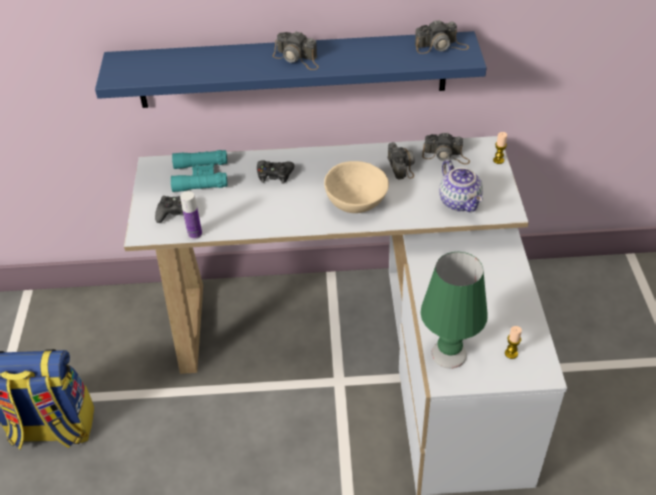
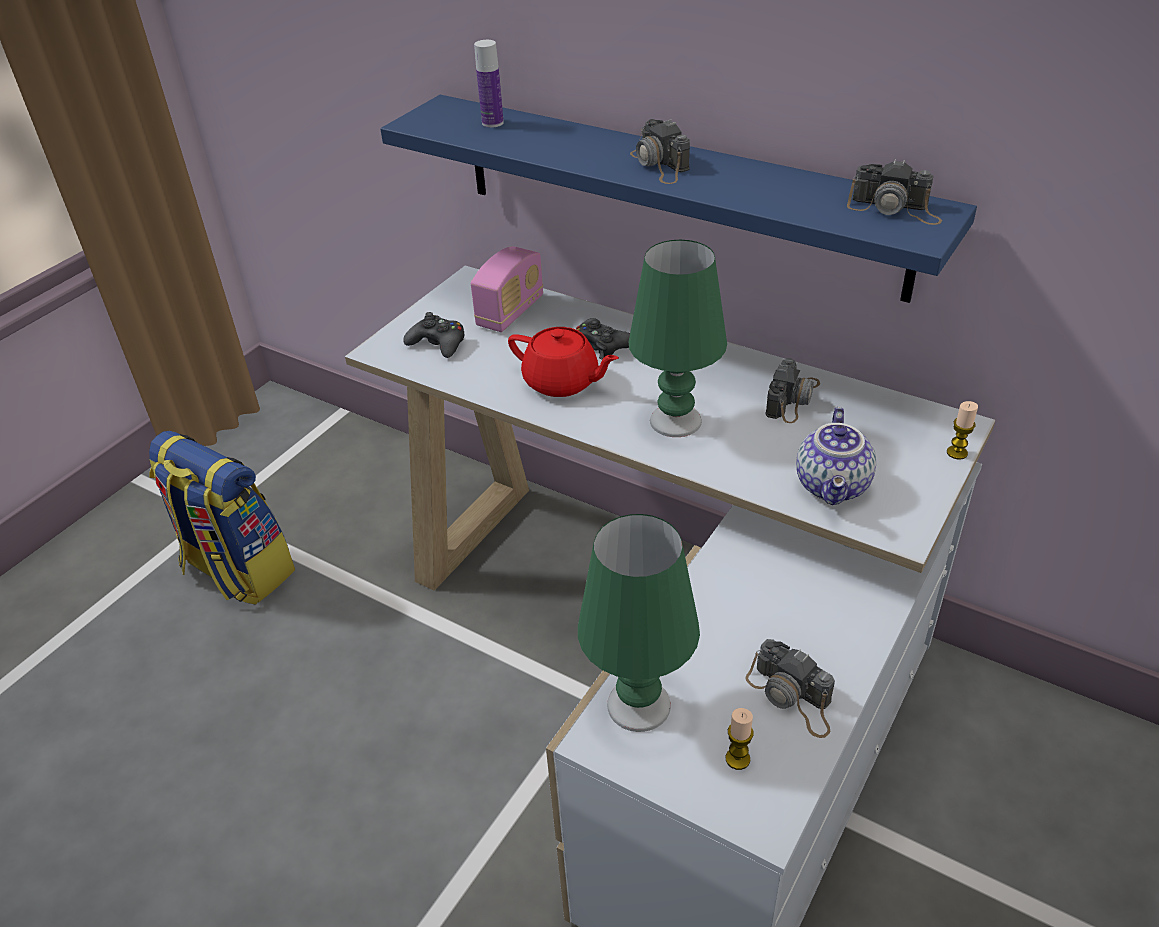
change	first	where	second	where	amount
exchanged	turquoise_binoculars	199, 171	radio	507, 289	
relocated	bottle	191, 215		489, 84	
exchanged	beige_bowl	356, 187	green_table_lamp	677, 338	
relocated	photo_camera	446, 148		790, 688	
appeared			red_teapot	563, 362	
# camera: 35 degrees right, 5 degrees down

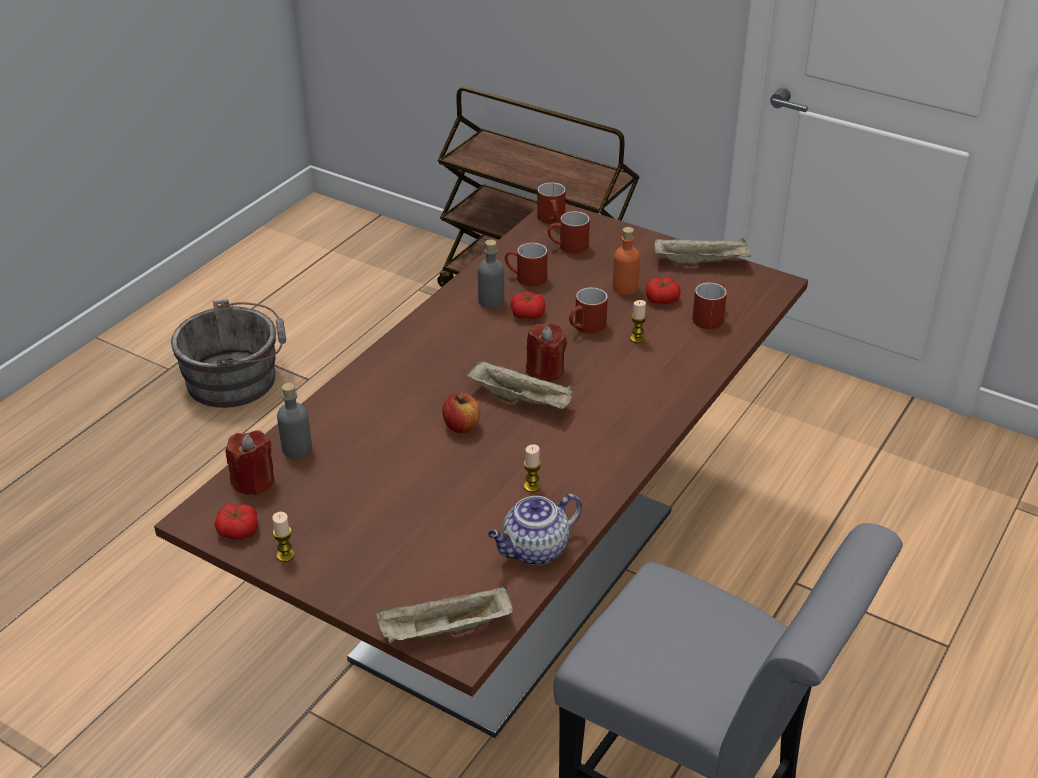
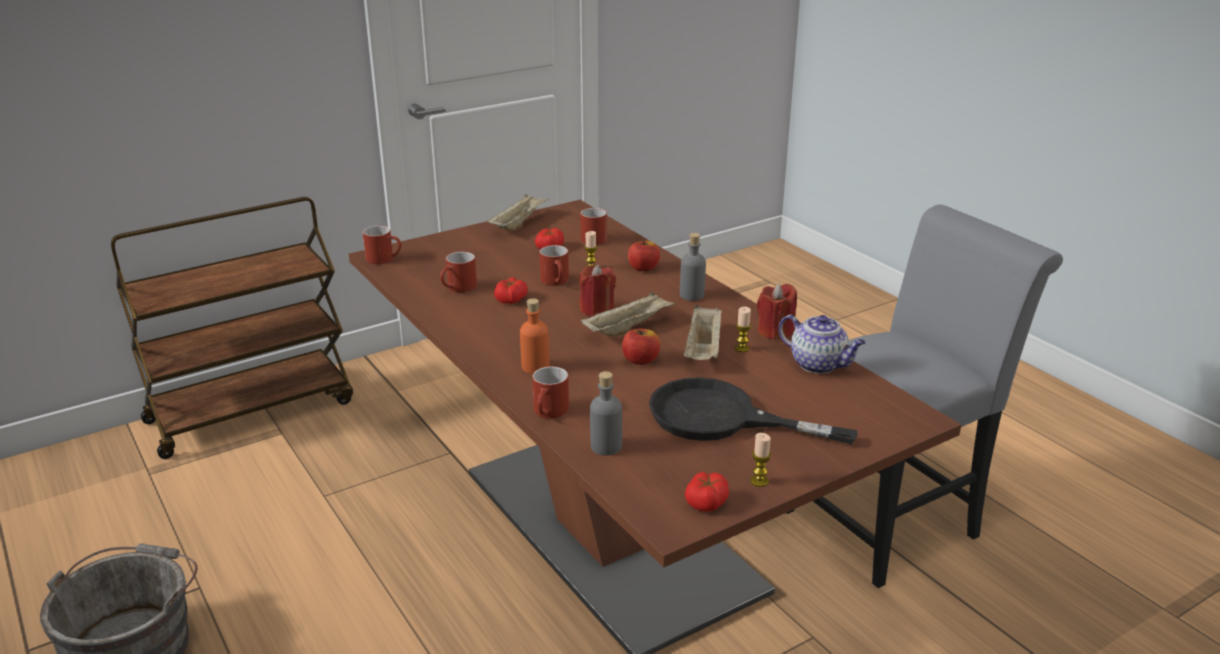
change	first	where	second	where	amount
relocated	red_candle	249, 462		777, 312	
relocated	beige_tray	444, 614		703, 332	
relocated	grey_bottle	491, 273		693, 267	
spun	teapot	535, 529		822, 344	45 degrees counterclockwise
relocated	red_mug	569, 232		550, 392	
relocated	orange_bottle	626, 261		534, 336	
appeared			apple	644, 256	
appeared			black_frying_pan	753, 411	
# camera: 65 degrees left, 10 degrees down

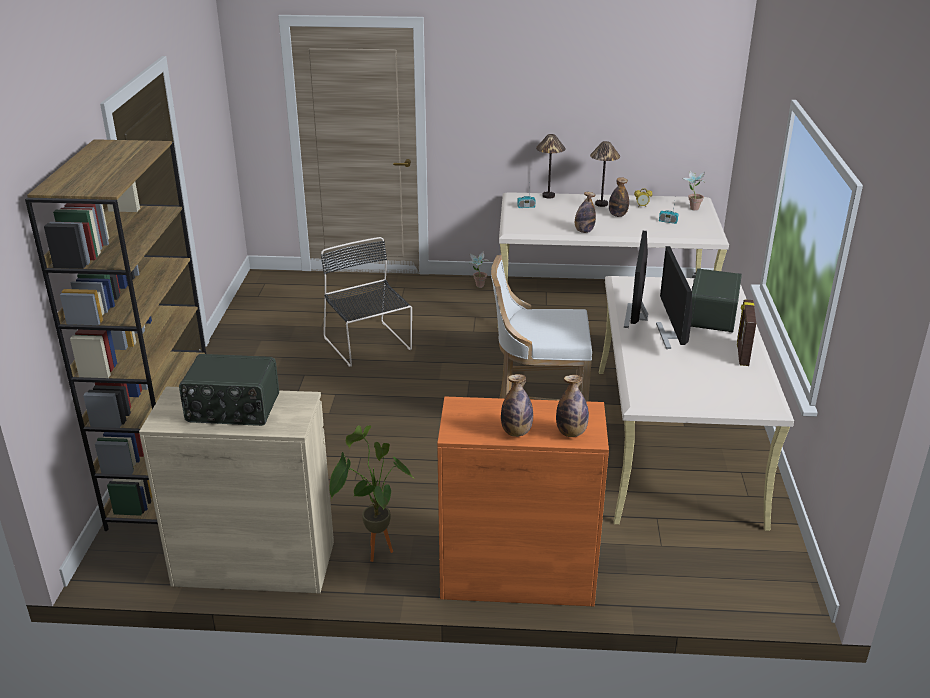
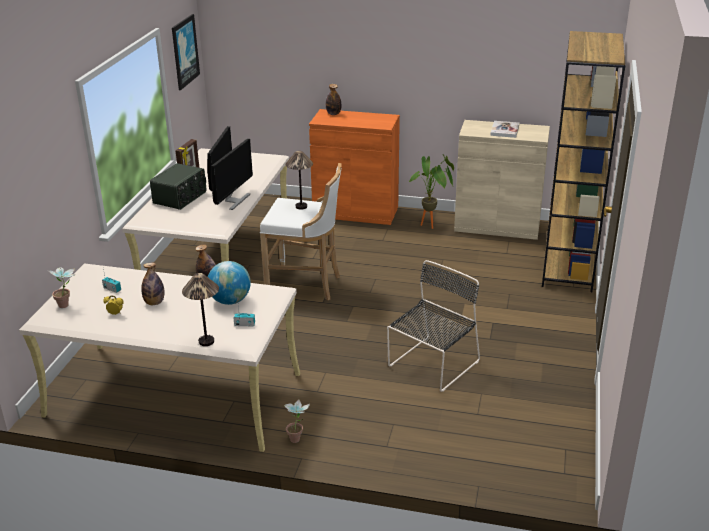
change	first	where	second	where	amount
exchanged	radio	229, 390	book	504, 129	
spun	black_chair	366, 302		433, 326	120 degrees counterclockwise
missing	bottle	517, 405			
relocated	table_lamp	605, 174		299, 180	
appeared			picture	186, 52	
appeared			globe	229, 283	
# camera: 170 degrees left, 0 degrees up

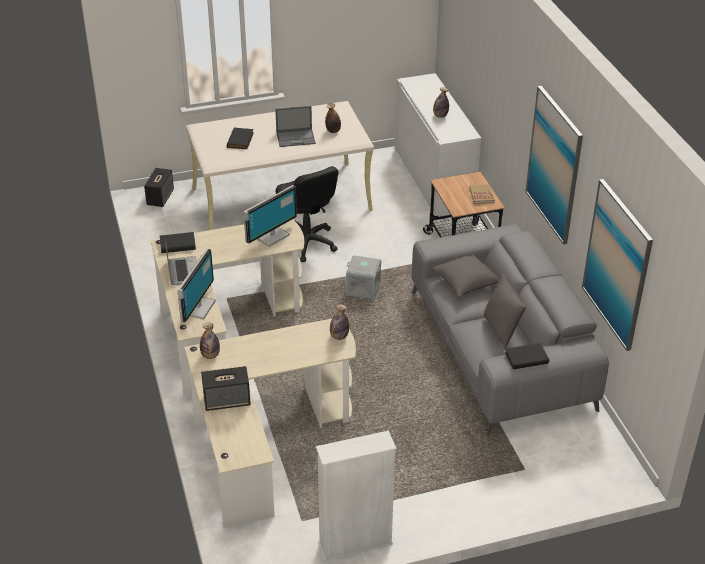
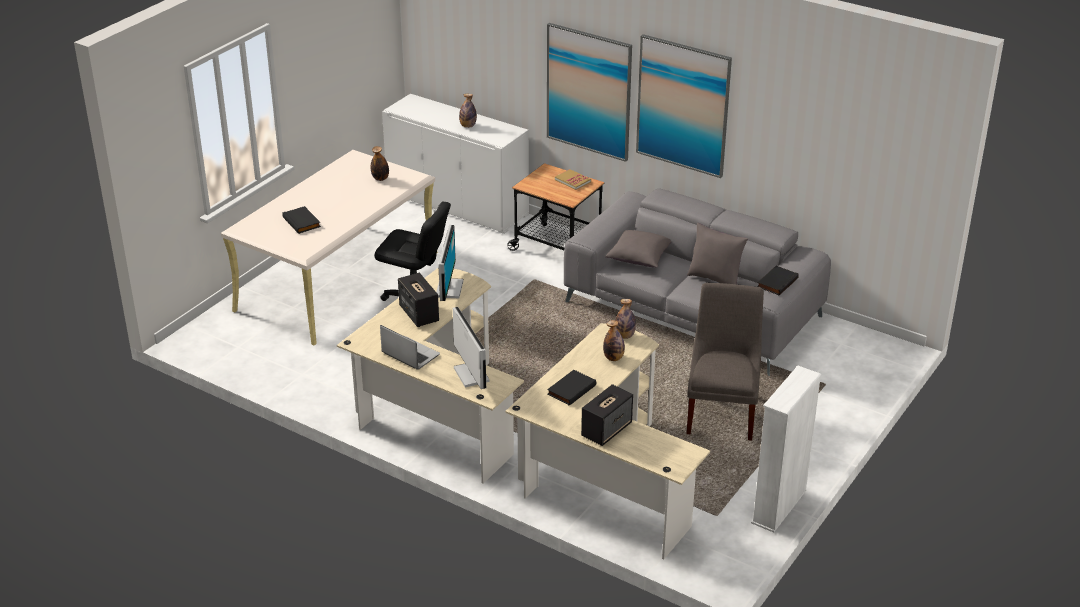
change	first	where	second	where	amount
relocated	speaker	159, 187		418, 300	
relocated	black_book	178, 242		571, 388	
relocated	bottle	210, 341		614, 340	
missing	laptop	295, 126			
missing	grey_storage_box	363, 277			
relocated	picture	617, 265		589, 92	
appeared			grey_chair	725, 362	
# camera: 40 degrees left, 5 degrees down

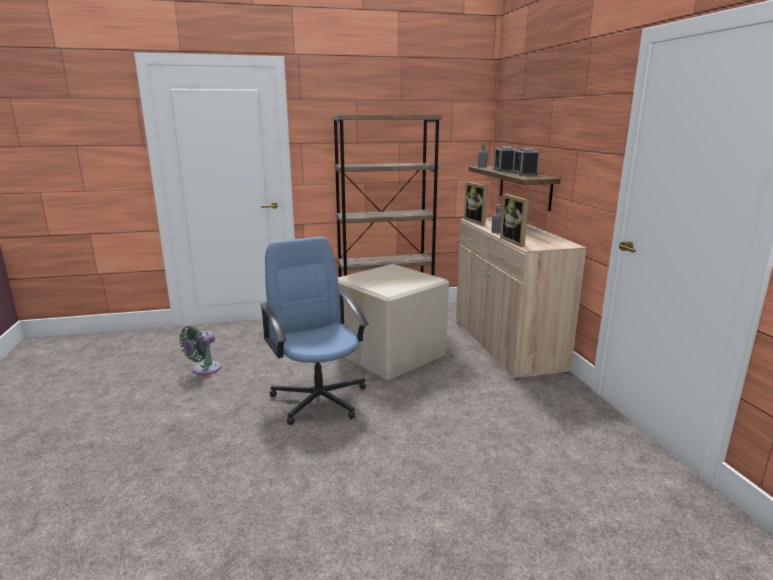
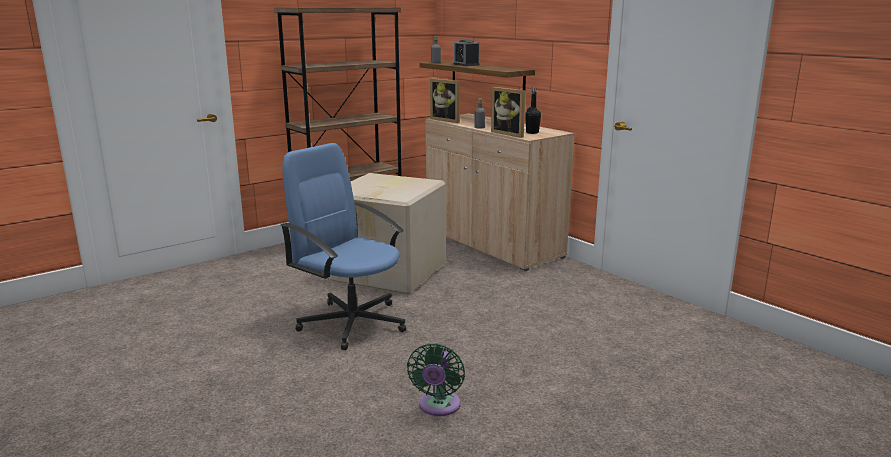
change	first	where	second	where	amount
relocated	green_fan	200, 350		436, 379	
missing	alarm_clock	526, 162			
appeared			black_bottle	533, 110	
# camera: 25 degrees left, 0 degrees up

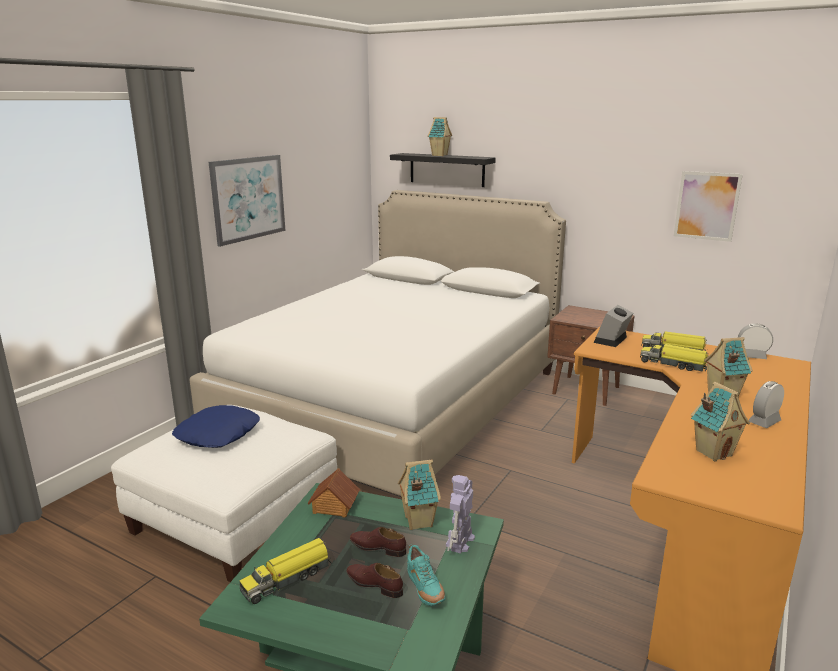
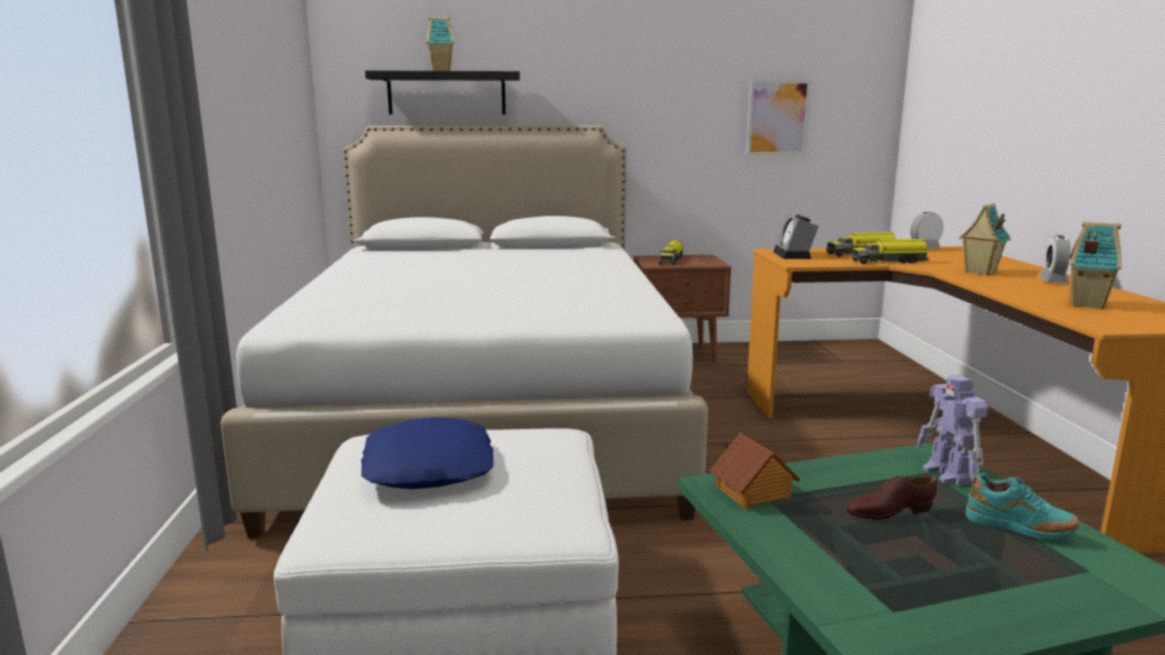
change	first	where	second	where	amount
missing	picture	247, 201			
relocated	toy_truck	285, 571		671, 252	
missing	brown_shoe	374, 580			
missing	toy_house	419, 495			
# camera: 35 degrees left, 5 degrees down

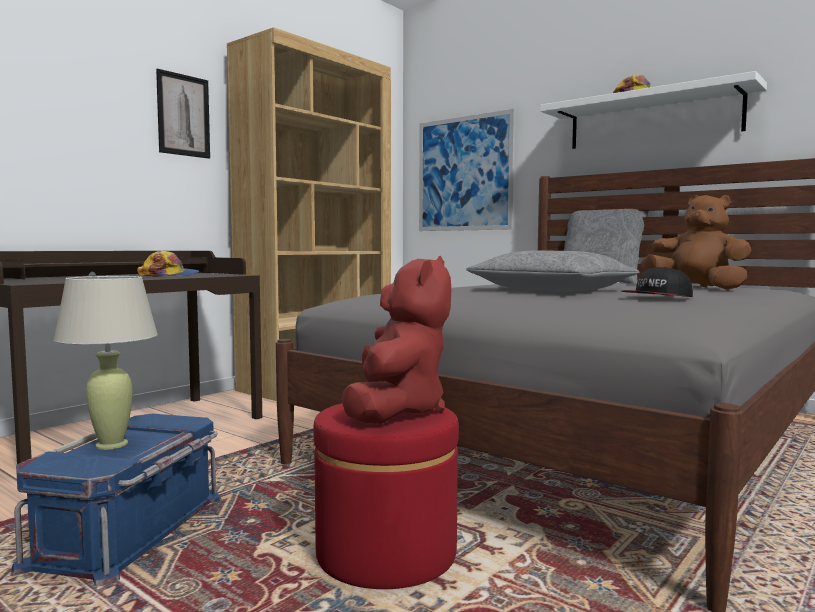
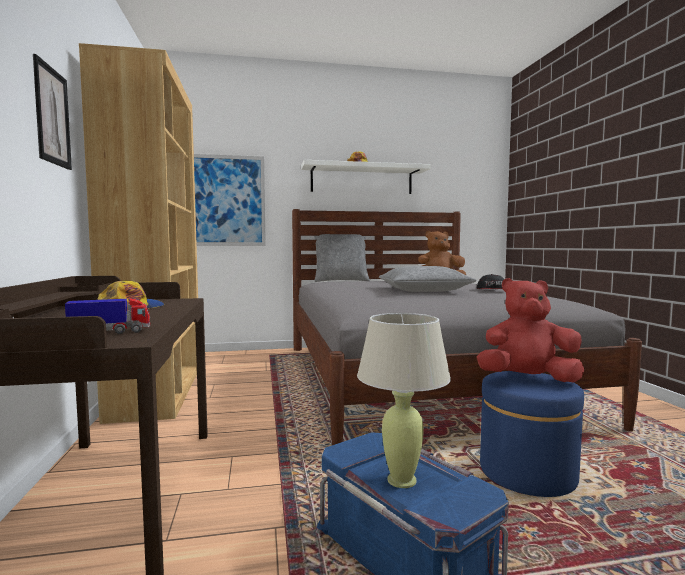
change	first	where	second	where	amount
colour	red_ottoman	386, 496	blue_ottoman	532, 434	
spun	red_plush_toy	396, 340		530, 330	45 degrees counterclockwise
appeared			toy_truck	108, 316	
# camera: 50 degrees left, 0 degrees up

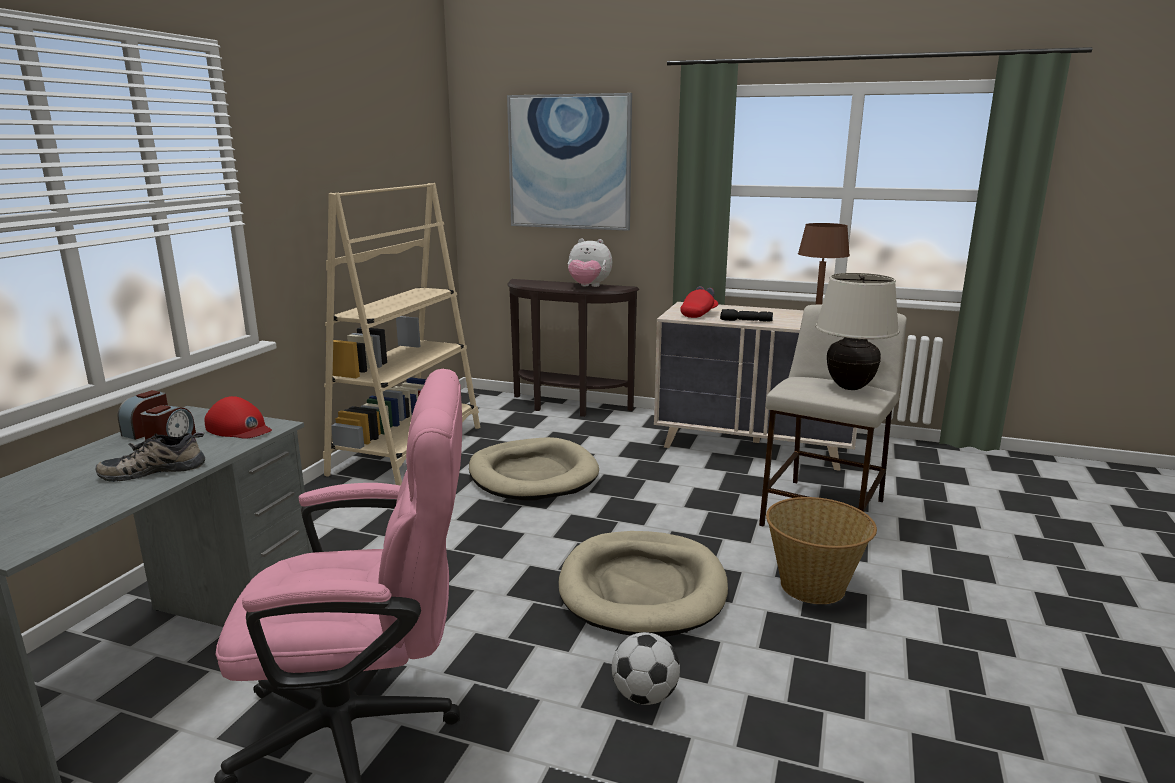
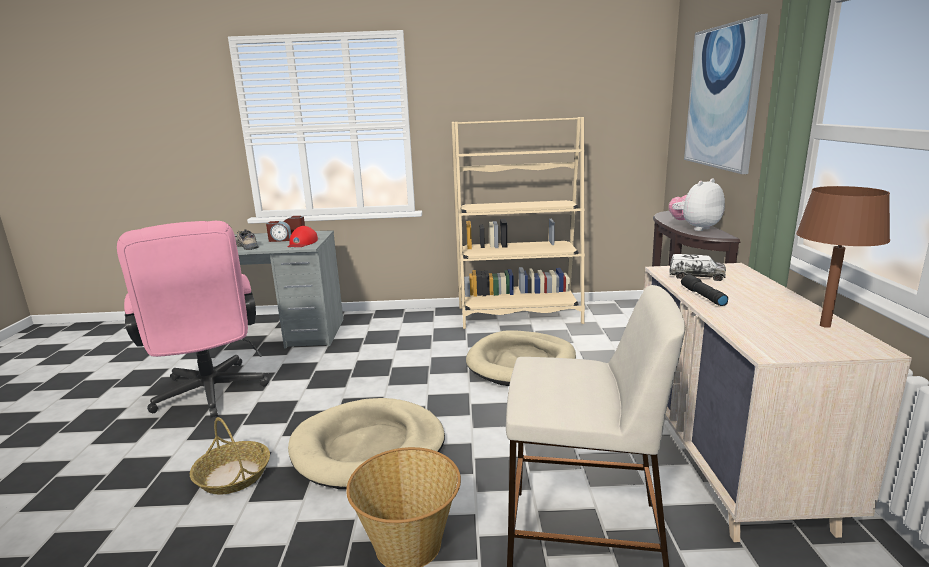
change	first	where	second	where	amount
spun	plush_toy	590, 262		697, 204	60 degrees clockwise
exchanged	football	646, 668	basket	230, 455	
exchanged	red_cap	699, 302	toy_truck	697, 267	
missing	beige_table_lamp	857, 331			
# camera: 70 degrees right, 0 degrees up

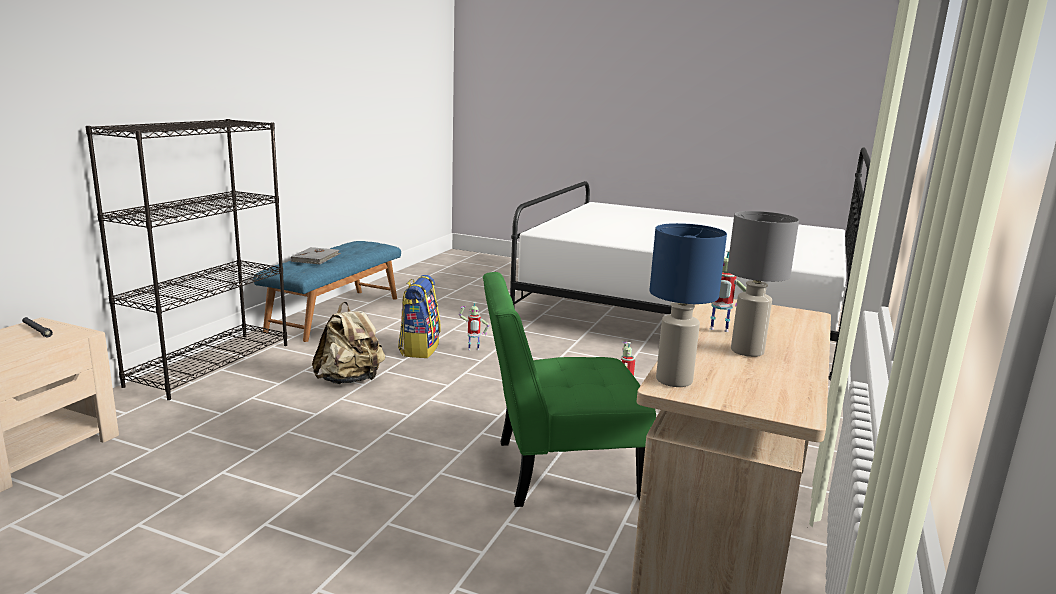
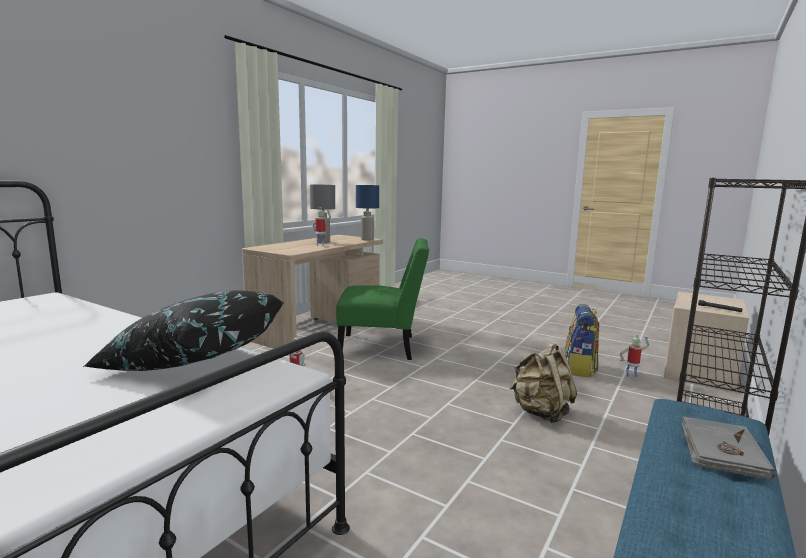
change	first	where	second	where	amount
relocated	backpack	419, 316		581, 340	
relocated	toy_robot	474, 326		634, 357	
appeared			black_pillow	183, 330	
# camera: 170 degrees left, 5 degrees down

